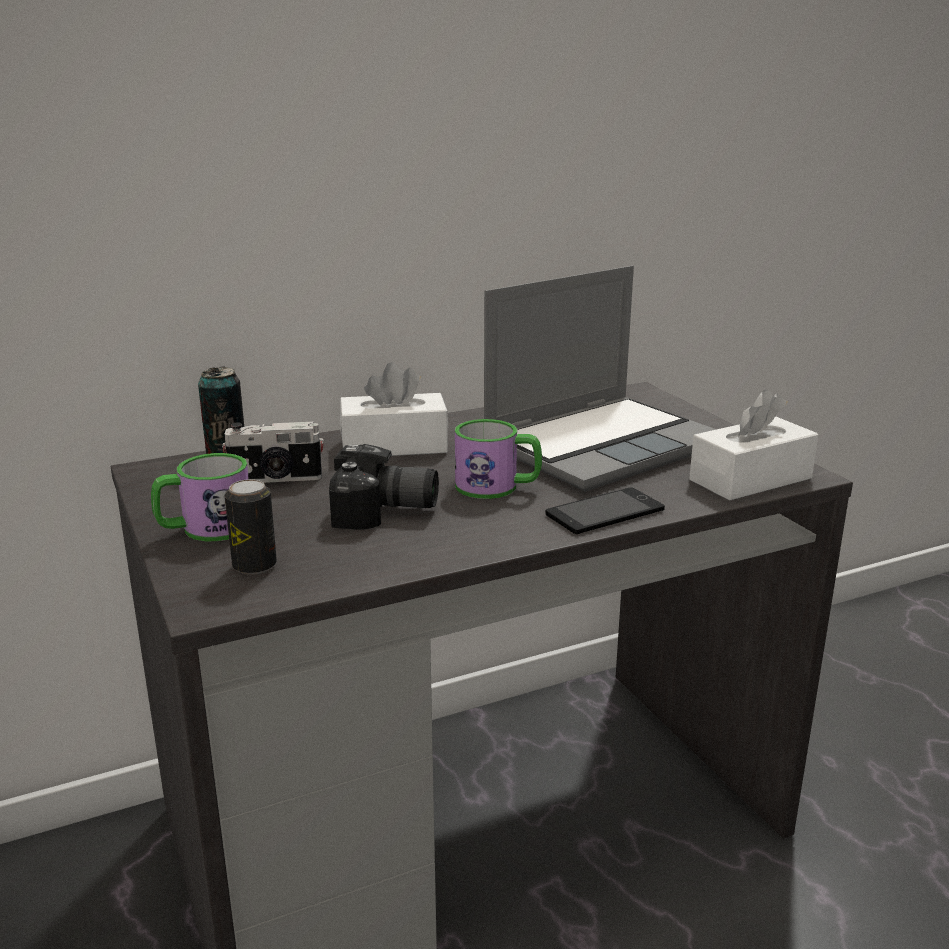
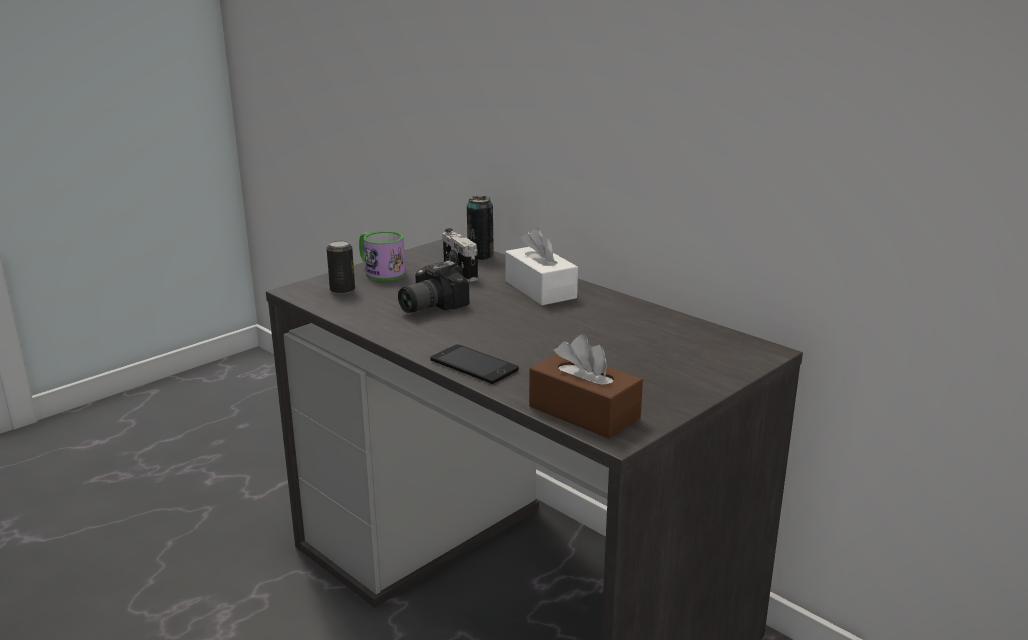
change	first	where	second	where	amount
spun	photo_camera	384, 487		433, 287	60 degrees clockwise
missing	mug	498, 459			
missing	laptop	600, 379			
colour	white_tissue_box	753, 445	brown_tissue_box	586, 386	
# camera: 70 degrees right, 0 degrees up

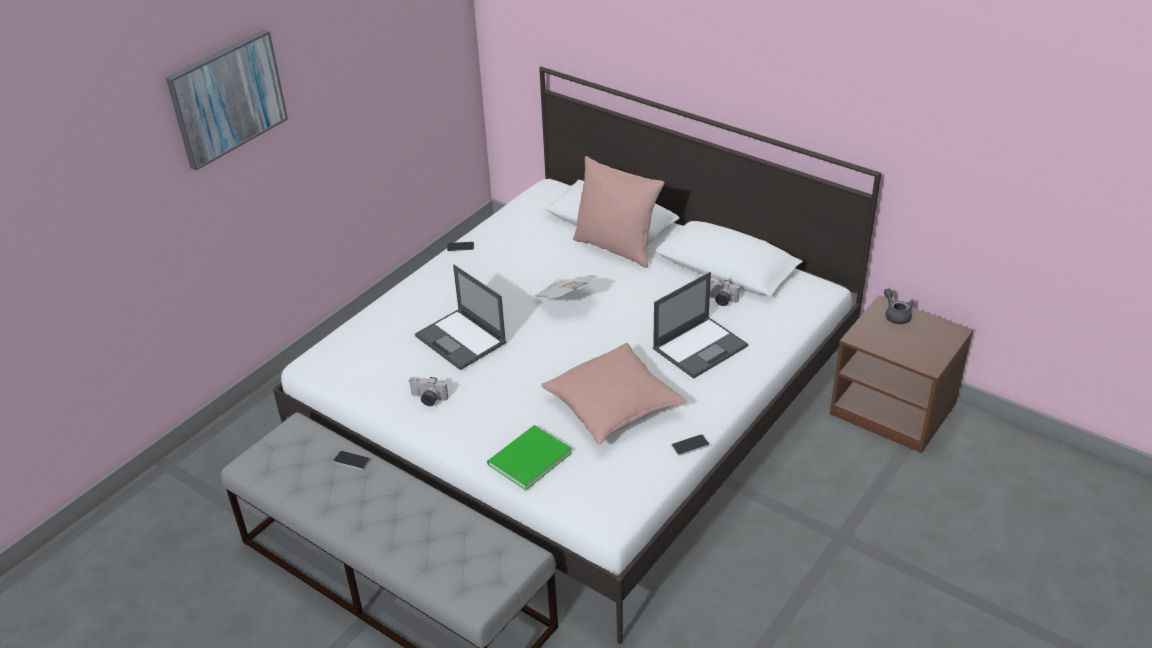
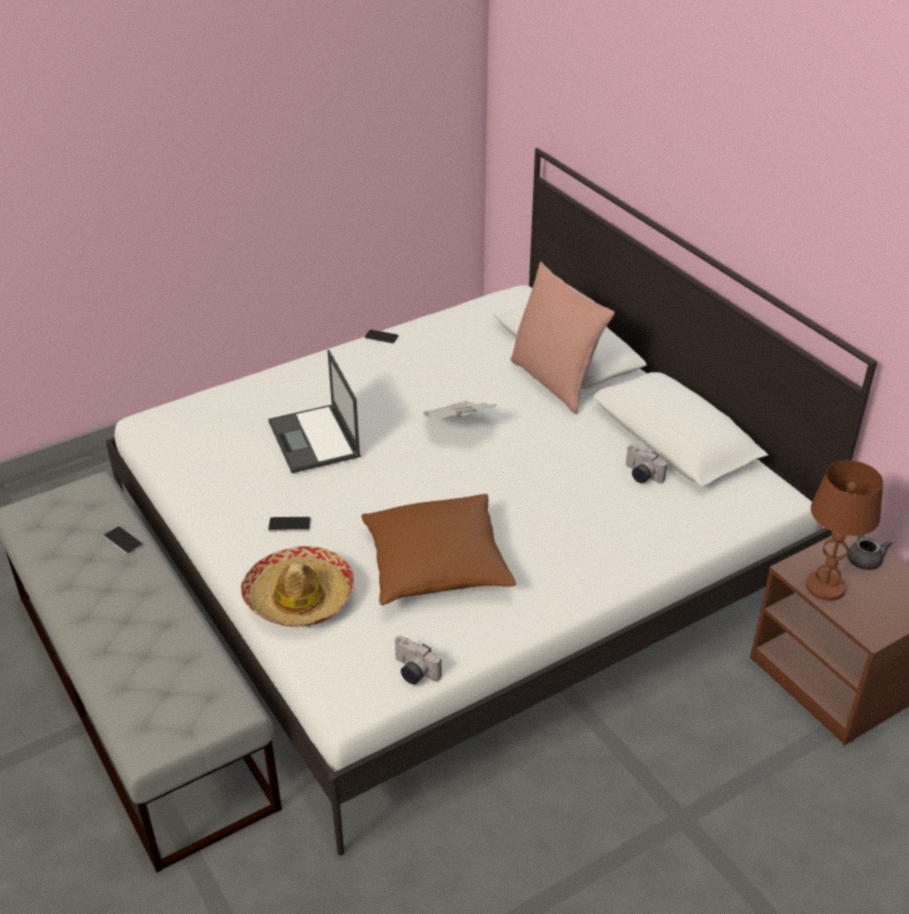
change	first	where	second	where	amount
missing	picture	227, 100			
relocated	photo_camera	428, 391		417, 660	
exchanged	green_book	529, 457	hat	298, 586	
colour	pink_pillow	614, 393	brown_pillow	438, 549	
missing	laptop	700, 325			
relocated	phone	690, 445		289, 524	
appeared			brown_table_lamp	844, 530	
# camera: 20 degrees right, 0 degrees up

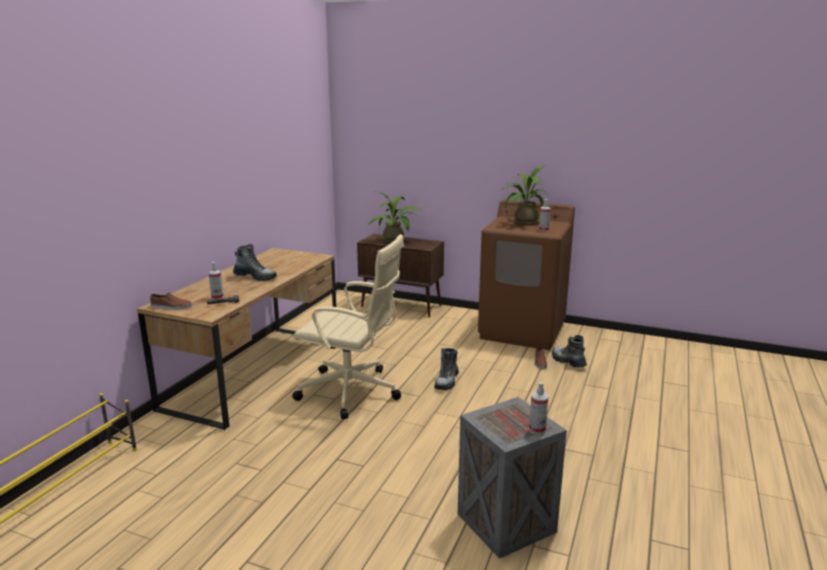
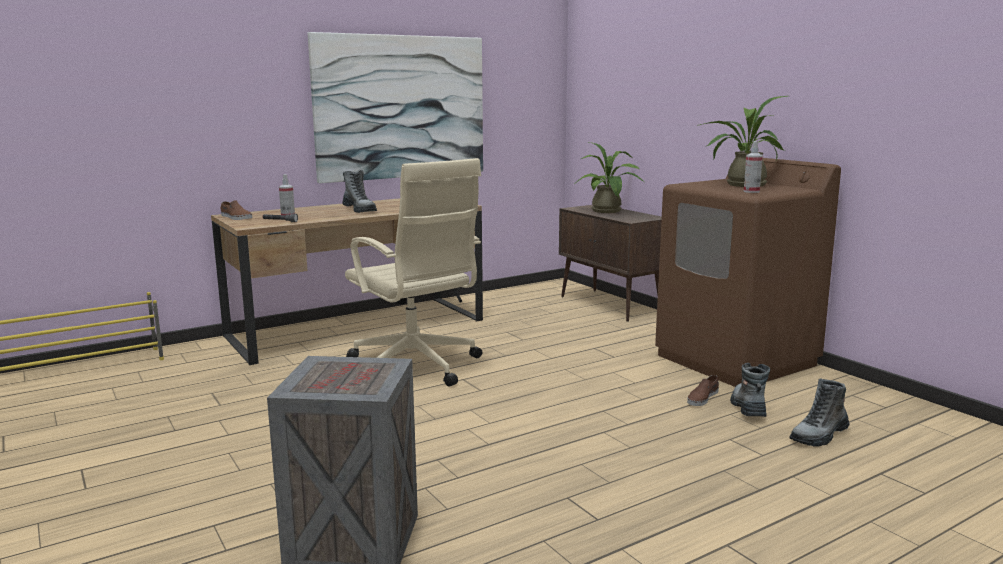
change	first	where	second	where	amount
relocated	boot	446, 369		819, 413	
missing	spray_bottle	538, 408			
appeared			picture	395, 107	
# camera: 35 degrees right, 5 degrees down

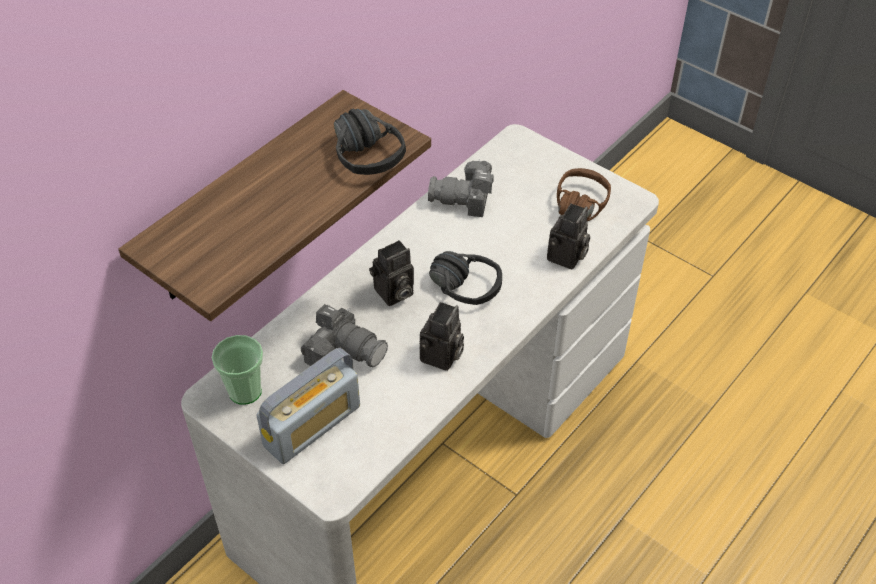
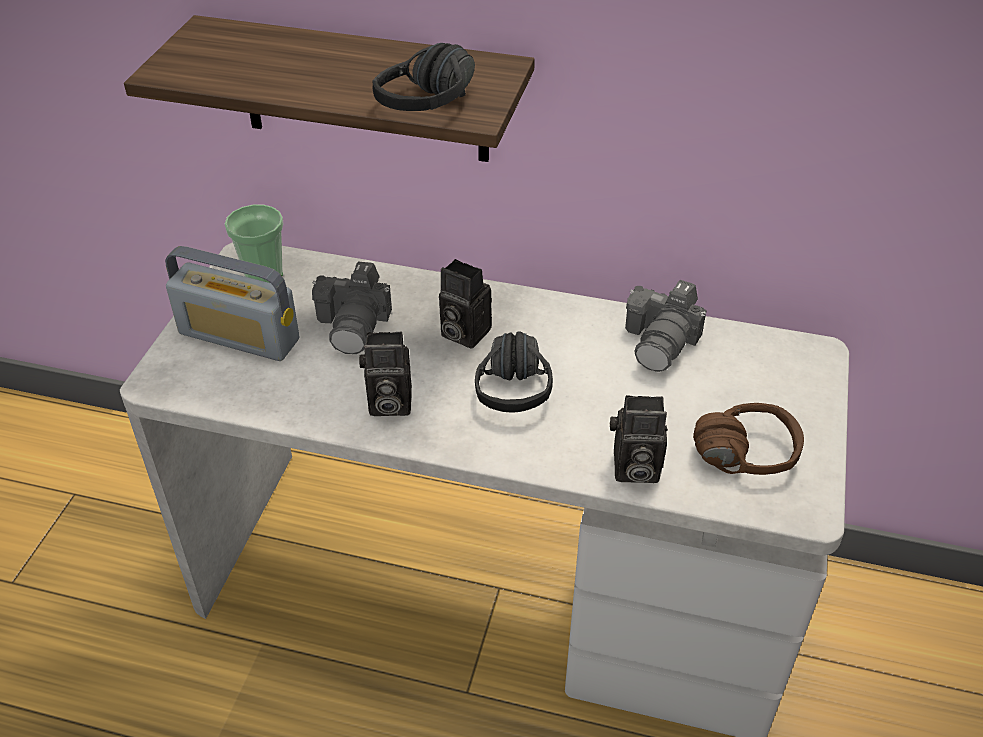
change	first	where	second	where	amount
spun	photo_camera	461, 188		666, 326	135 degrees counterclockwise
# camera: 65 degrees right, 5 degrees down

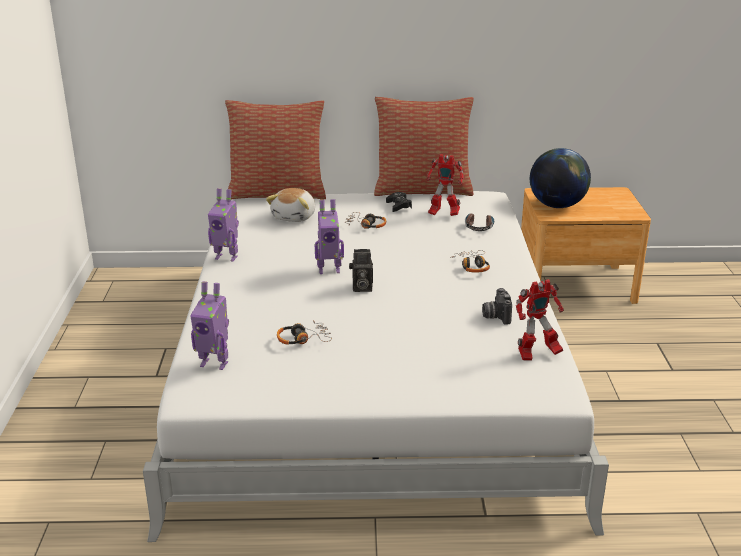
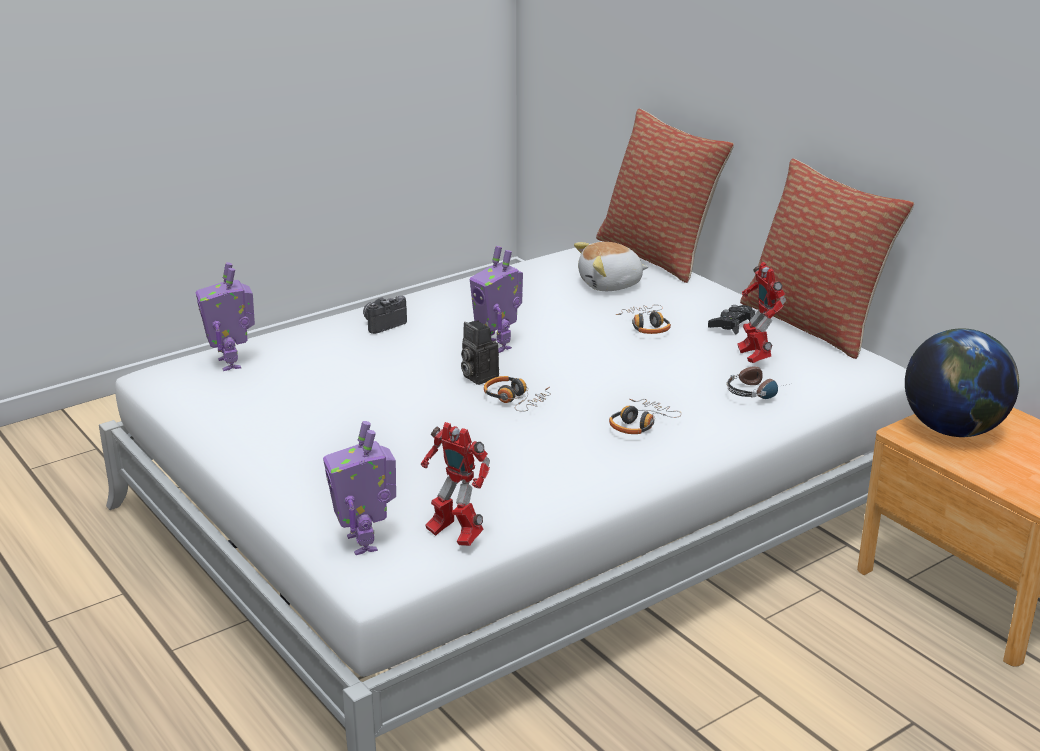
change	first	where	second	where	amount
relocated	toy_robot	223, 225		359, 488	
relocated	headphones	304, 332		517, 394	
relocated	photo_camera	497, 306		385, 315	
# camera: 55 degrees right, 0 degrees up

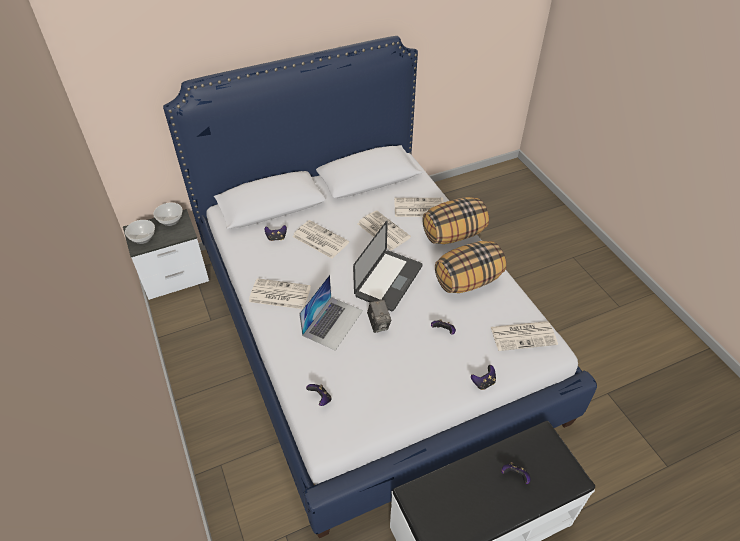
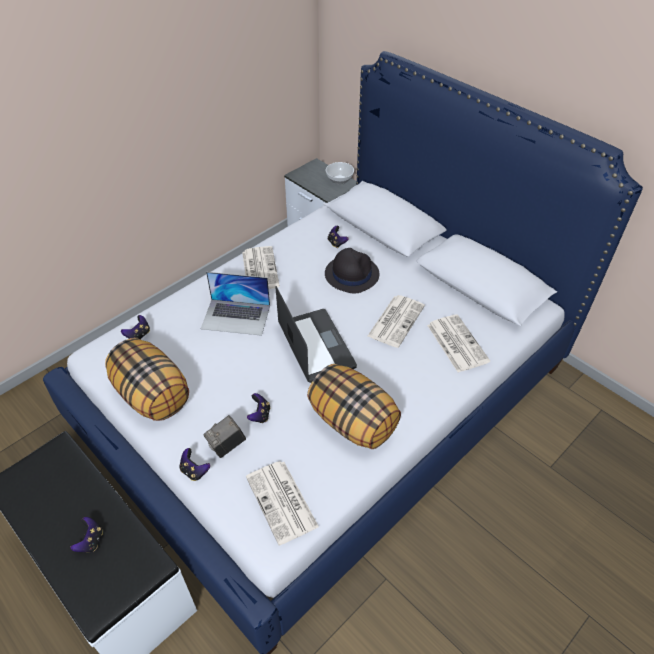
change	first	where	second	where	amount
missing	bowl	140, 232			
exchanged	newspaper	320, 239	black_hat	352, 271	
spun	laptop	388, 266		316, 334	120 degrees counterclockwise
relocated	photo_camera	379, 316		224, 436	
relocated	pillow	455, 220		147, 379	
# camera: 70 degrees right, 0 degrees up

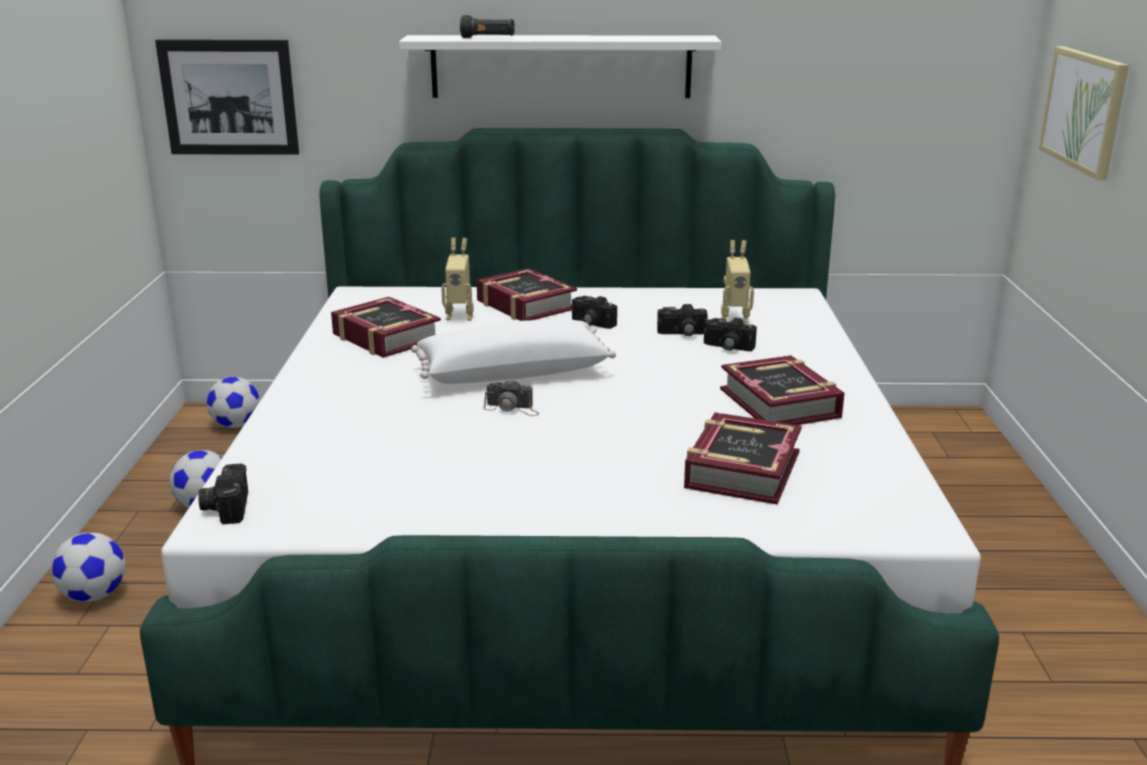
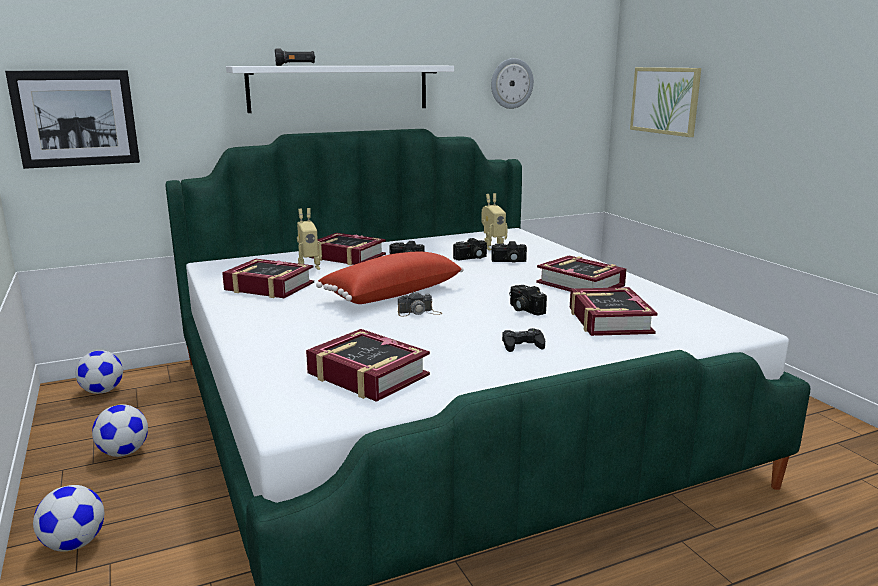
change	first	where	second	where	amount
relocated	photo_camera	223, 493		528, 300	
colour	white_pillow	513, 352	red_pillow	389, 278	
appeared			book	368, 365	
appeared			wall_clock	512, 83	
appeared			black_game_controller	523, 340	
# camera: 25 degrees left, 5 degrees down

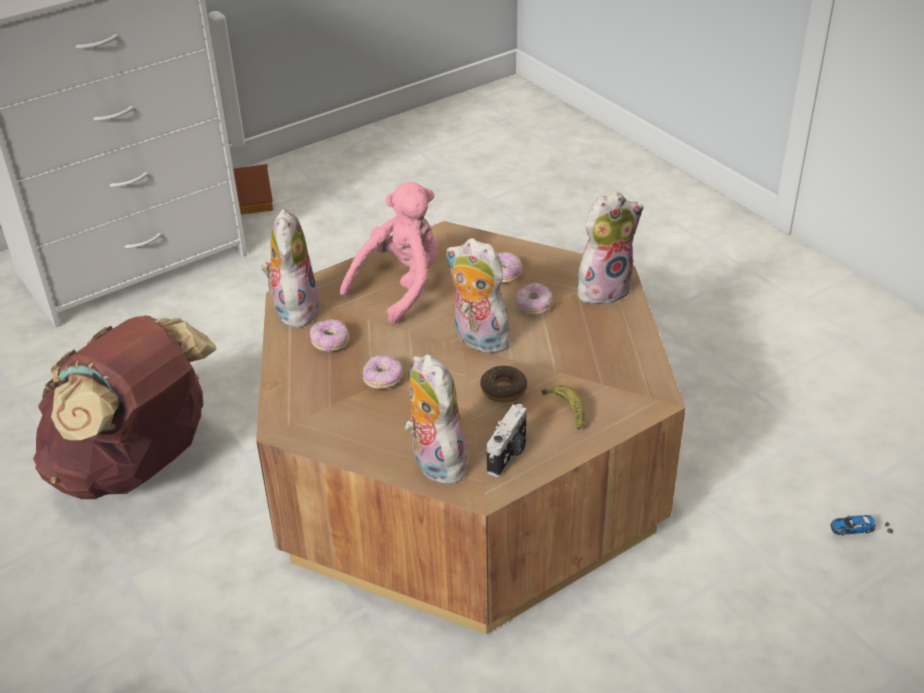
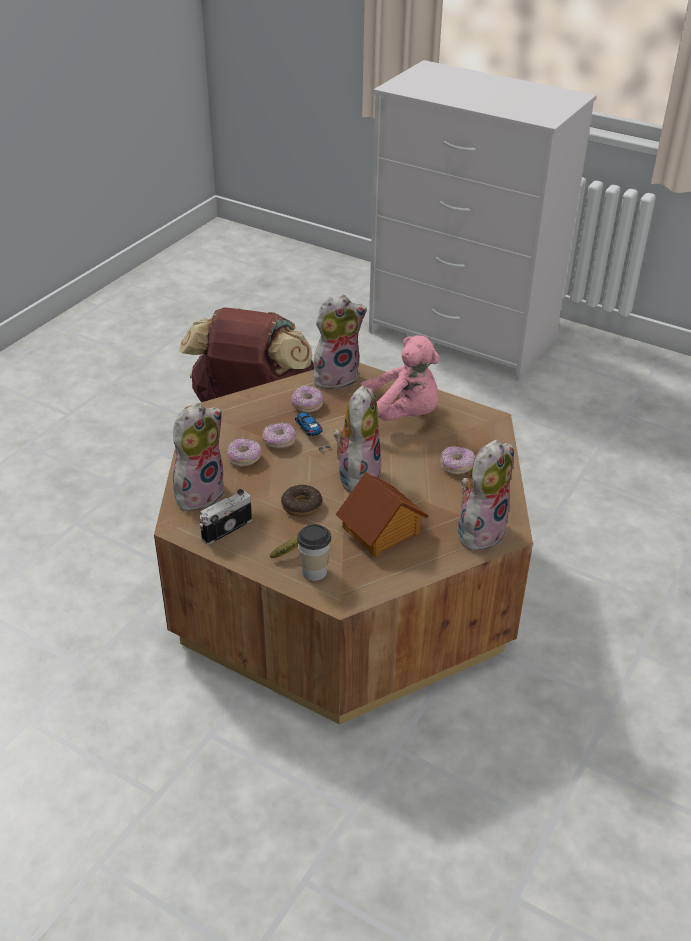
change	first	where	second	where	amount
relocated	toy_house	253, 189		382, 514	
spun	photo_camera	507, 440		225, 517	135 degrees clockwise
relocated	donut	534, 299		244, 452	
spun	plush_toy	610, 248		486, 495	90 degrees counterclockwise
relocated	toy_car	861, 525		312, 431	
appeared			cup	314, 552	
# camera: 65 degrees right, 0 degrees up

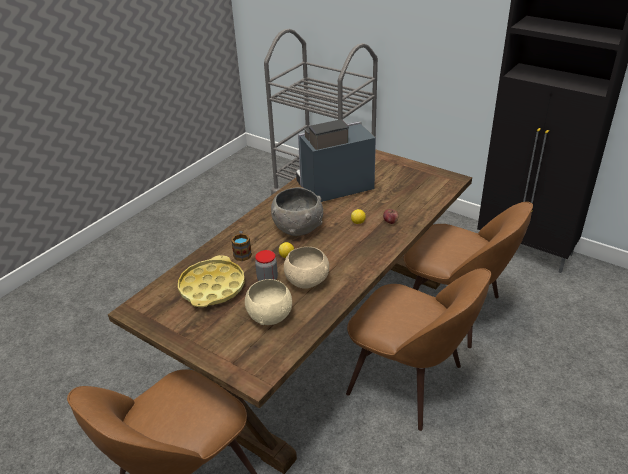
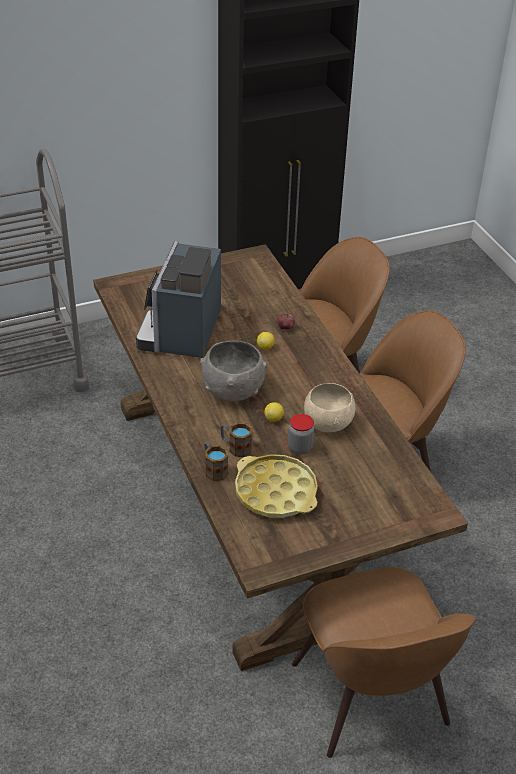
change	first	where	second	where	amount
missing	beige_bowl	268, 302			
appeared			mug	216, 461	
# camera: 60 degrees left, 5 degrees up

